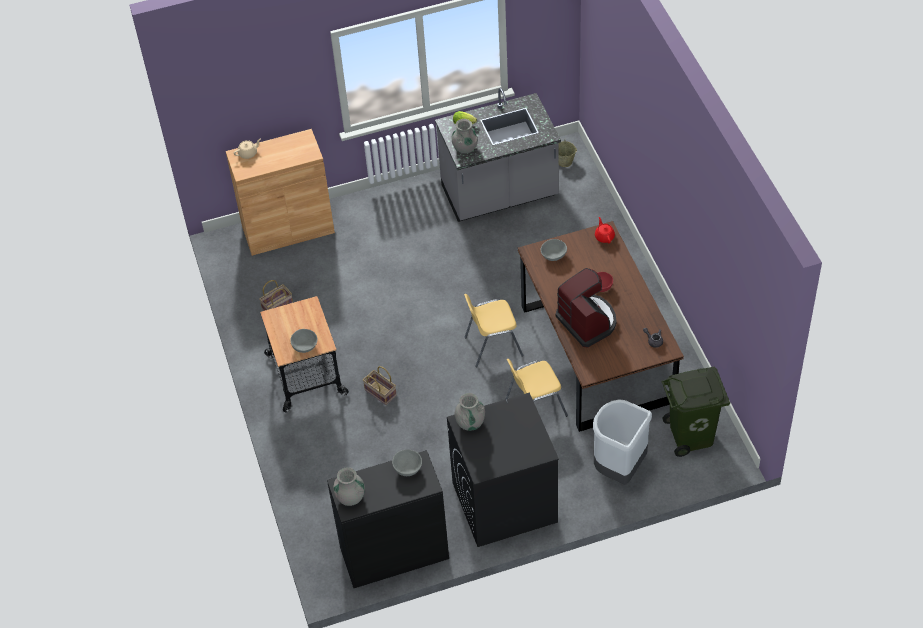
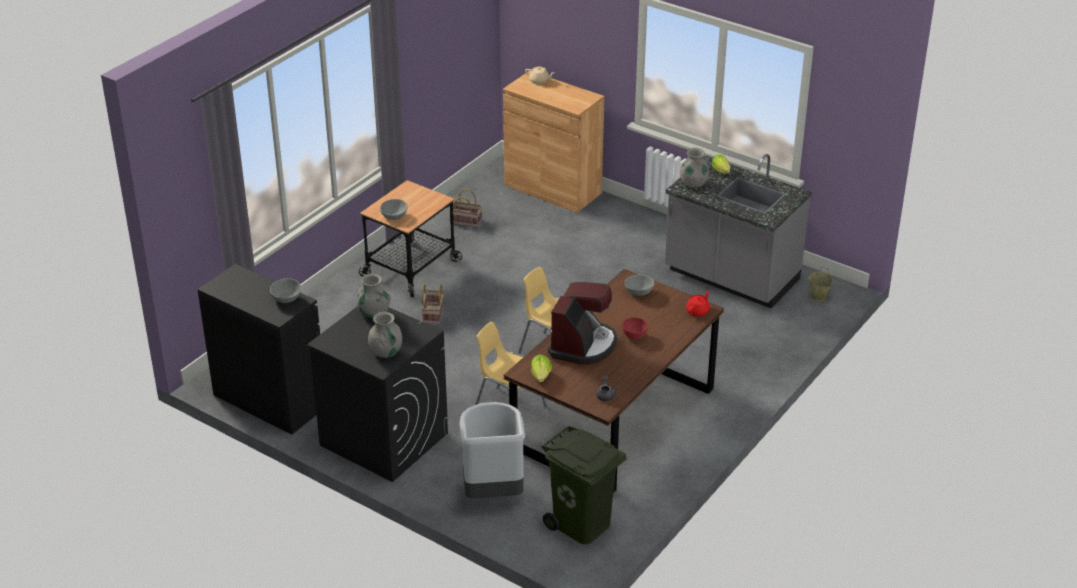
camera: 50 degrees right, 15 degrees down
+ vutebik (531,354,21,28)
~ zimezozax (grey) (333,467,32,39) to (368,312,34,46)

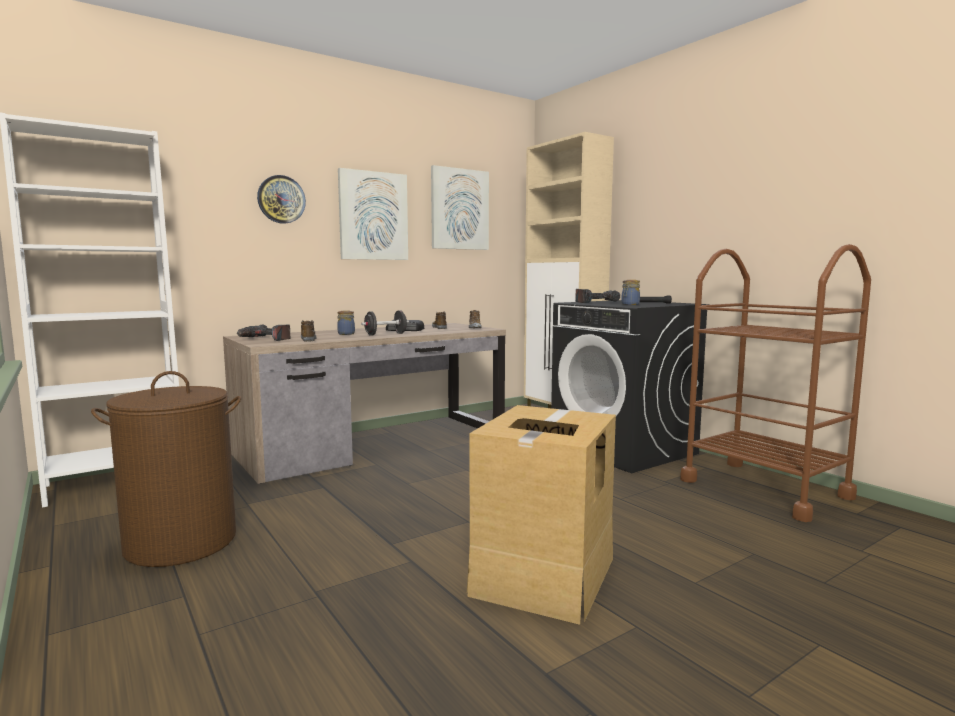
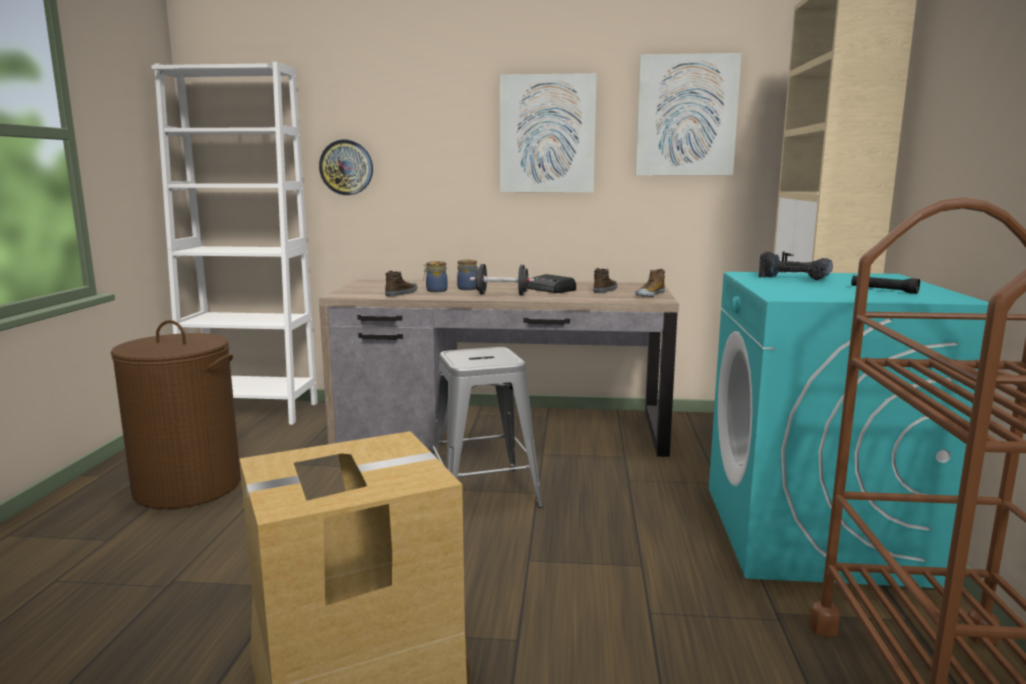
camera: 40 degrees right, 5 degrees up
- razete (237,325,53,16)
+ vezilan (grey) (431,347,112,161)
~ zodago (257,175,49,49) to (319,140,54,55)
~ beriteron (621,280,19,25) to (423,261,25,31)
~ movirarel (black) (551,300,159,173) to movirarel (turquoise) (709,272,280,316)

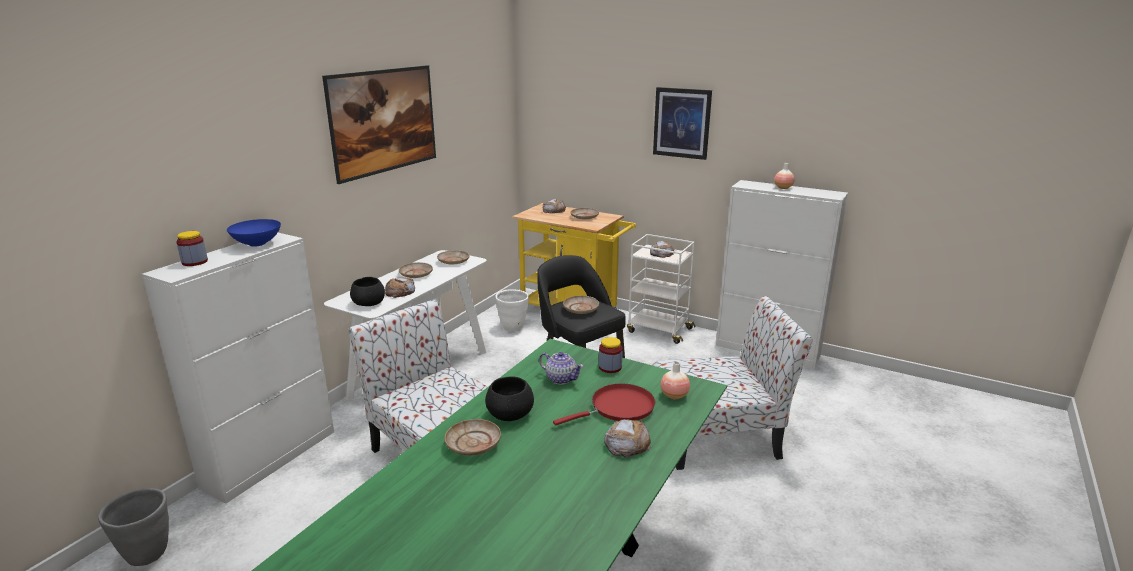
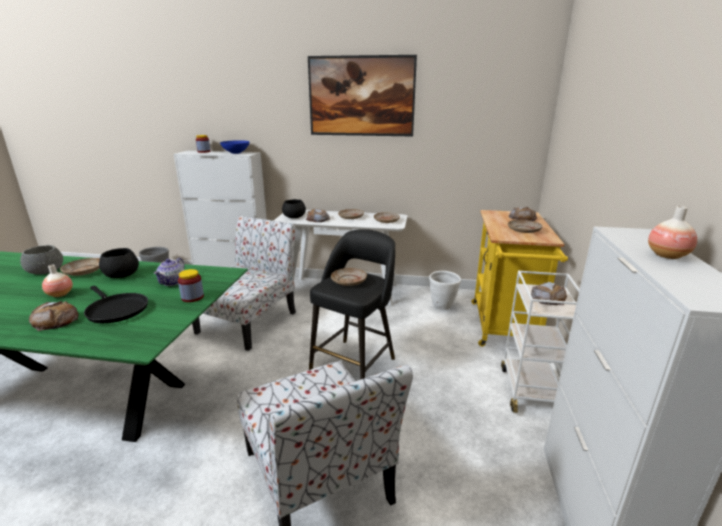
camera: 70 degrees right, 0 degrees up
- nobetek (653,87,59,73)
+ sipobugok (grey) (20,245,43,29)
~ zimezozax (660,361,30,38) to (42,265,31,32)
~ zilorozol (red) (553,384,102,41) to zilorozol (black) (84,285,64,38)

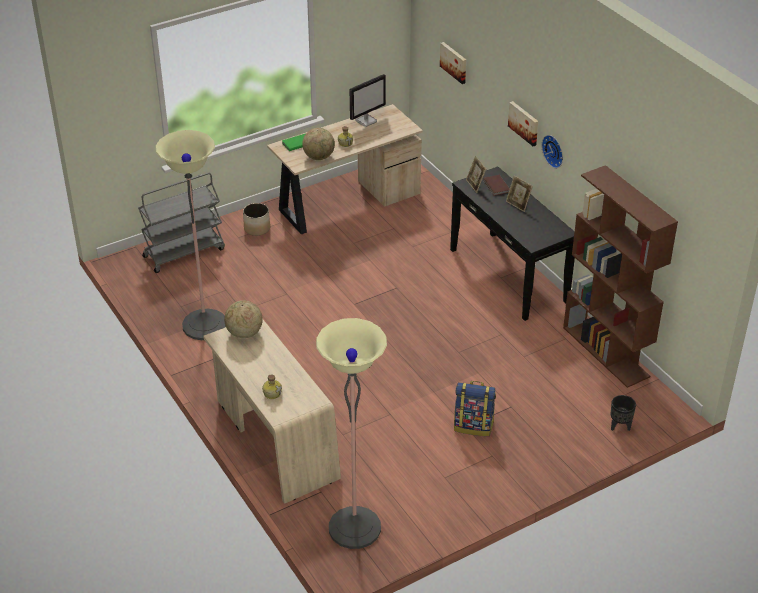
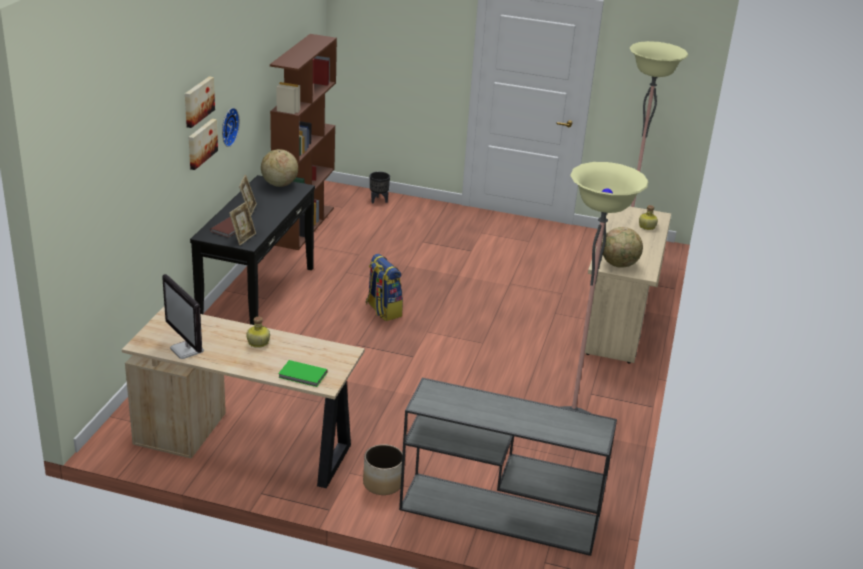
camera: 135 degrees left, 10 degrees down
~ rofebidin (302,128,33,32) to (261,149,37,38)
~ nobetek (440,42,26,42) to (185,76,30,52)
~ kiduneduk (454,381,42,55) to (366,254,37,67)
~ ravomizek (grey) (138,172,87,101) to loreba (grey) (399,378,218,178)
~ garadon (350,74,36,53) = (162,274,42,85) 135 degrees counterclockwise

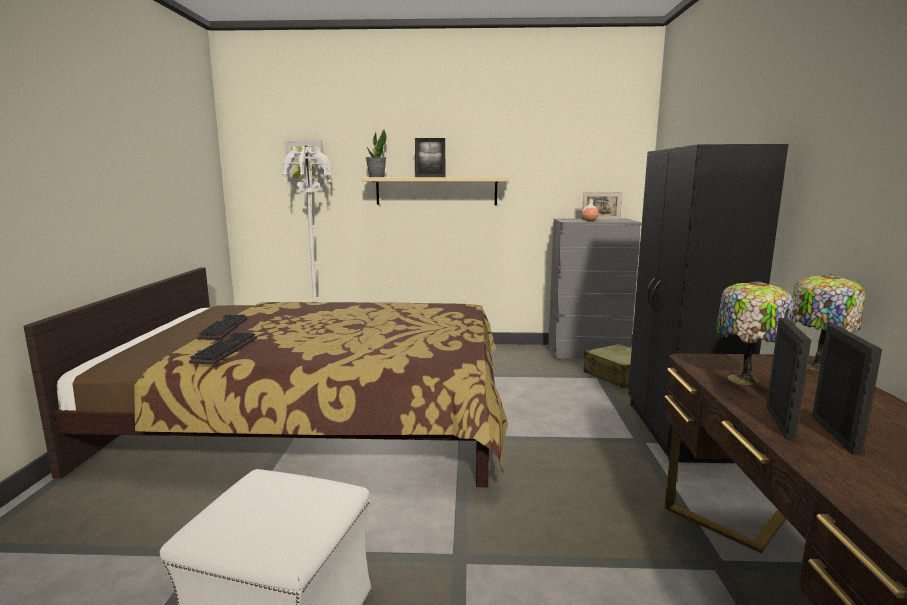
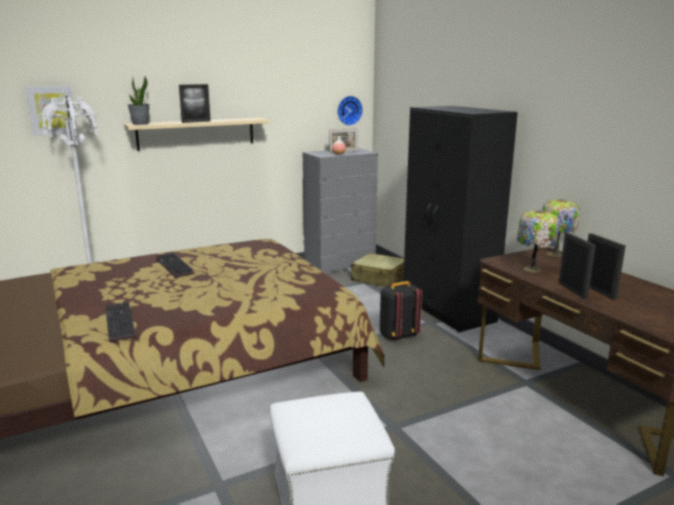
camera: 30 degrees left, 5 degrees up
+ zodago (337,96,26,30)
+ kiduneduk (black) (380,281,42,60)
~ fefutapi (197,315,50,25) to (156,253,38,25)

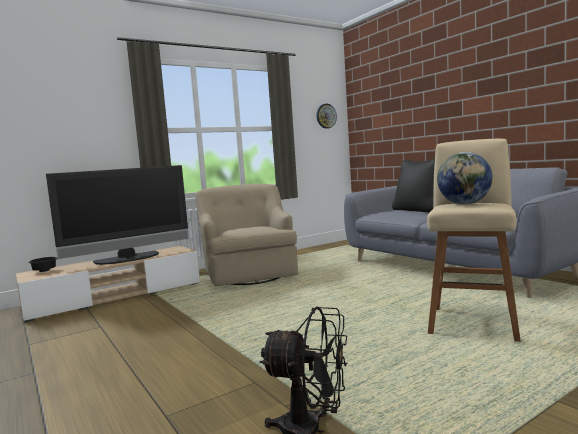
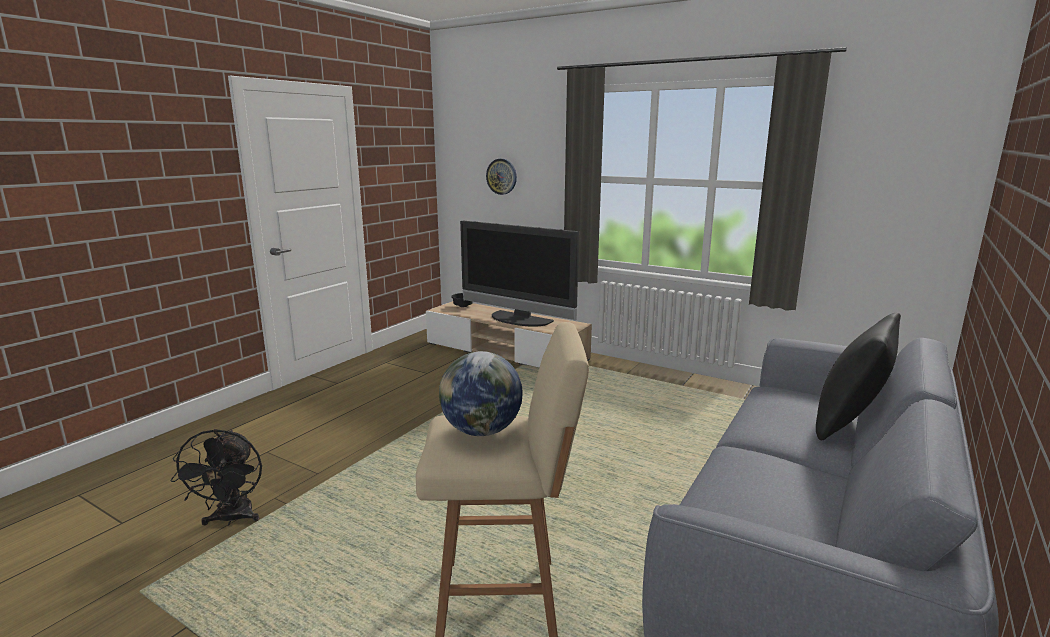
camera: 65 degrees right, 10 degrees up
- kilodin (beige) (195,184,103,102)
~ zodago (317,104,20,25) to (486,159,31,36)

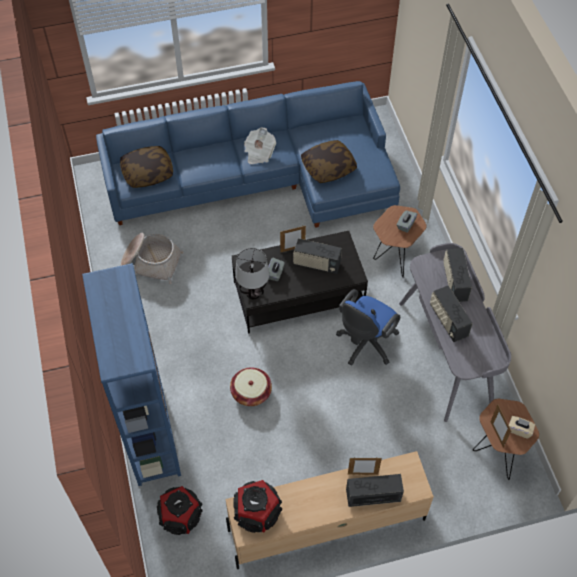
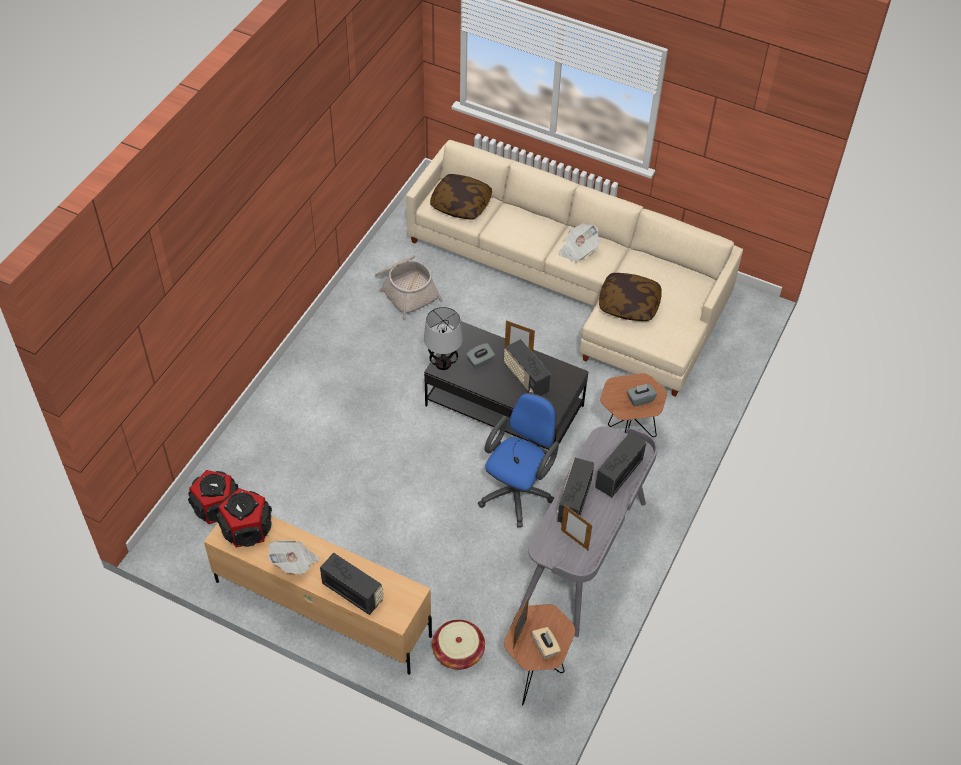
camera: 40 degrees right, 5 degrees down
- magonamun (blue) (82,263,99,223)
+ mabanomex (267,540,52,35)
~ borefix (230,367,42,39) to (432,620,53,50)
~ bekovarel (348,457,34,18) to (561,505,31,45)
~ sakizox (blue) (96,81,304,147) to sakizox (beige) (406,140,337,257)
~ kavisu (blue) (336,289,64,77) = (478,393,81,135) 135 degrees clockwise

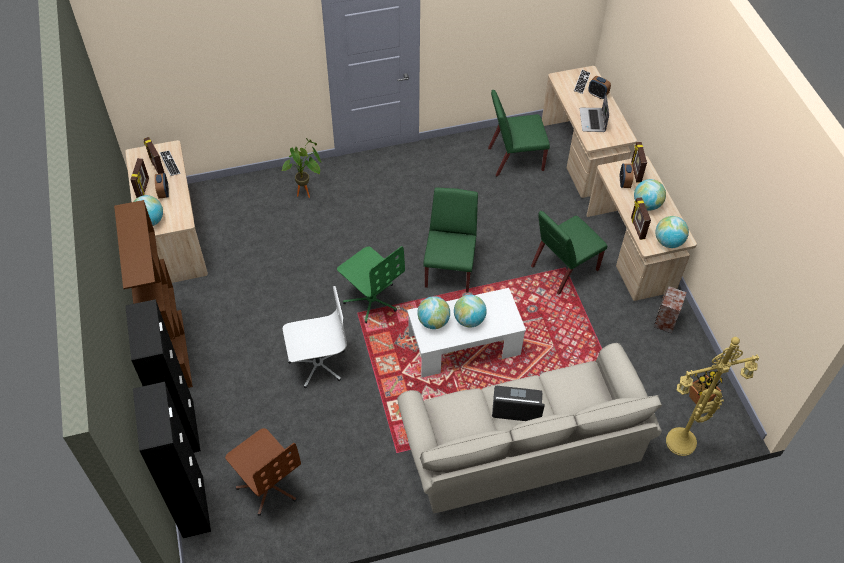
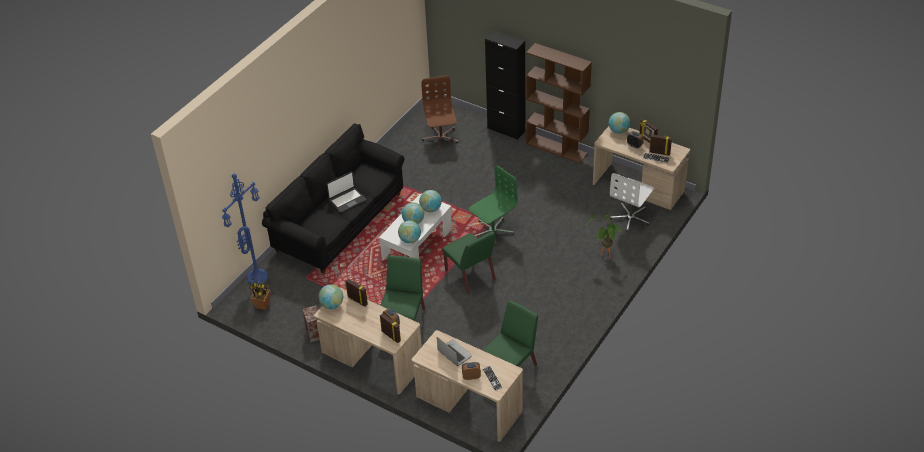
camera: 140 degrees right, 10 degrees down
- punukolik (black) (133,382,78,156)
~ kavisu (white) (283,286,64,102) to (610,173,44,59)
~ rofebidin (634,179,32,31) to (398,220,23,23)
~ sakizox (beige) (397,343,265,170) to sakizox (black) (262,124,142,149)
~ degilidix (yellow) (666,337,93,119) to degilidix (blue) (222,174,46,111)
~ kavisu (brown) (225,428,76,88) = (421,76,38,74) 75 degrees clockwise
~ kavisu (green) (337,246,68,77) = (469,165,49,80) 135 degrees clockwise

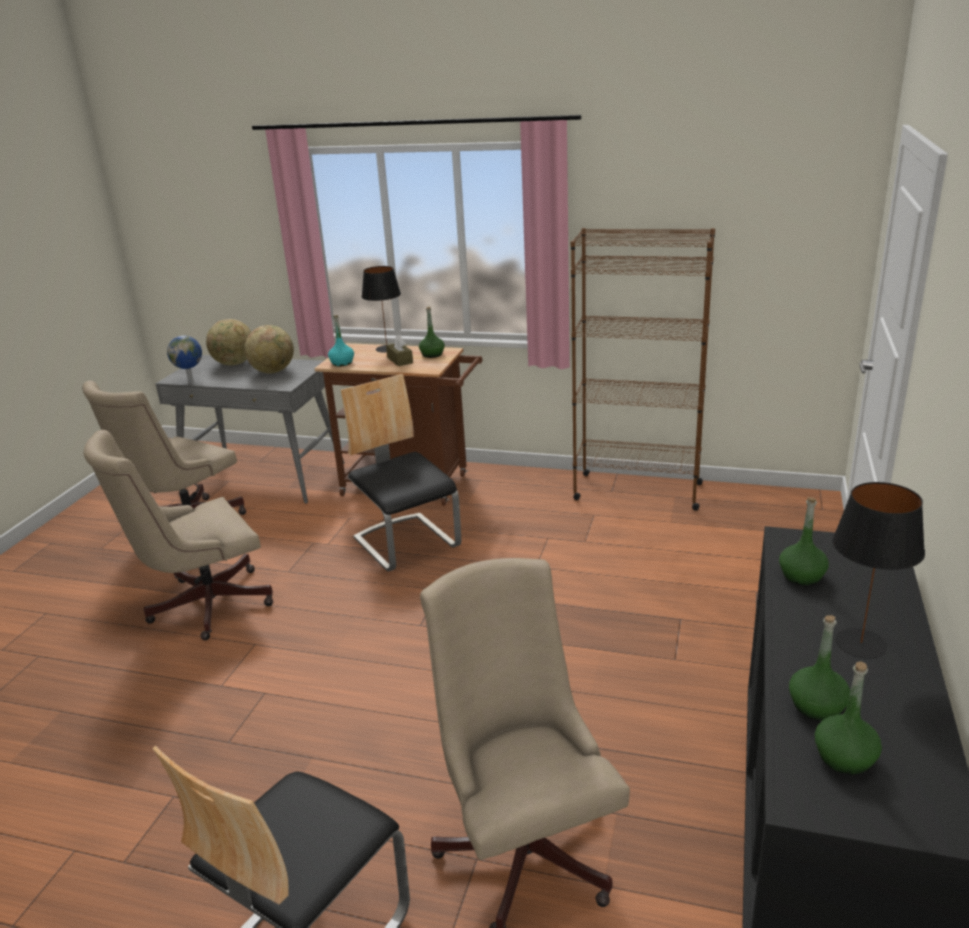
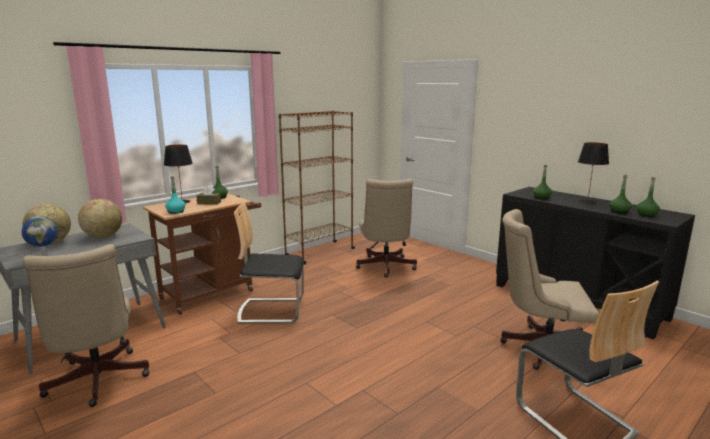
camera: 60 degrees left, 10 degrees down
~ kavisu (beige) (84,430,189,210) to (356,179,61,99)

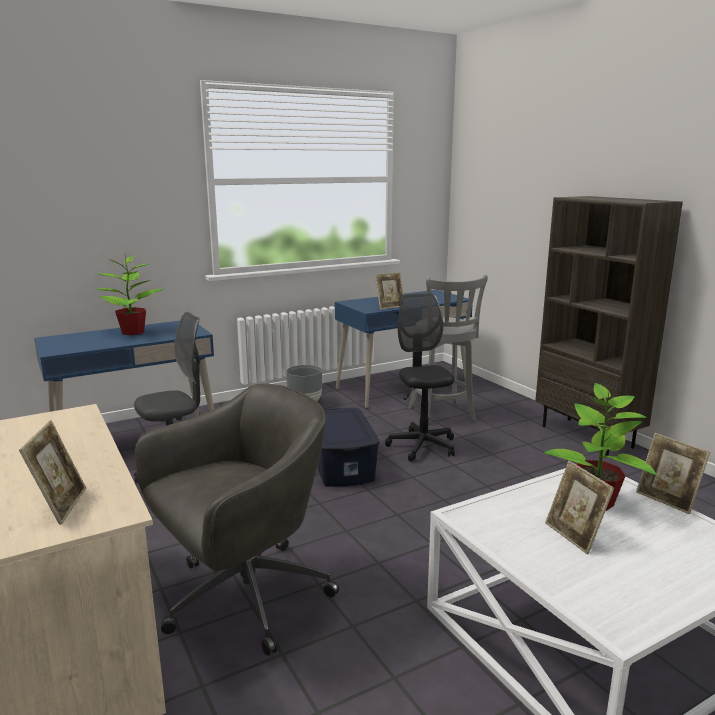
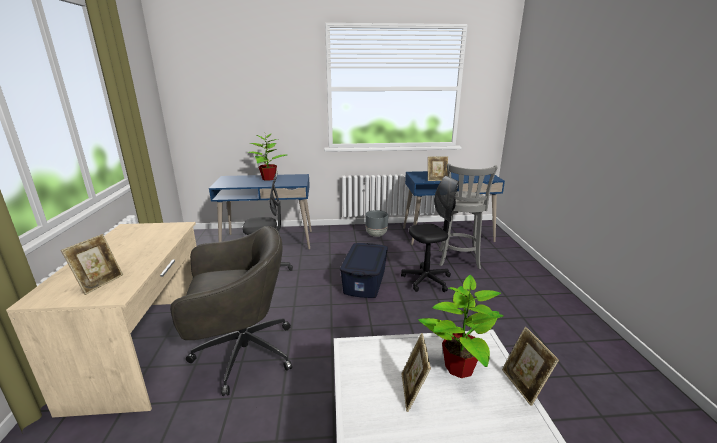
camera: 25 degrees right, 5 degrees up
- magonamun (brown) (535,196,148,260)
~ kavisu (black) (385,293,70,169) = (401,176,58,116) 60 degrees clockwise

